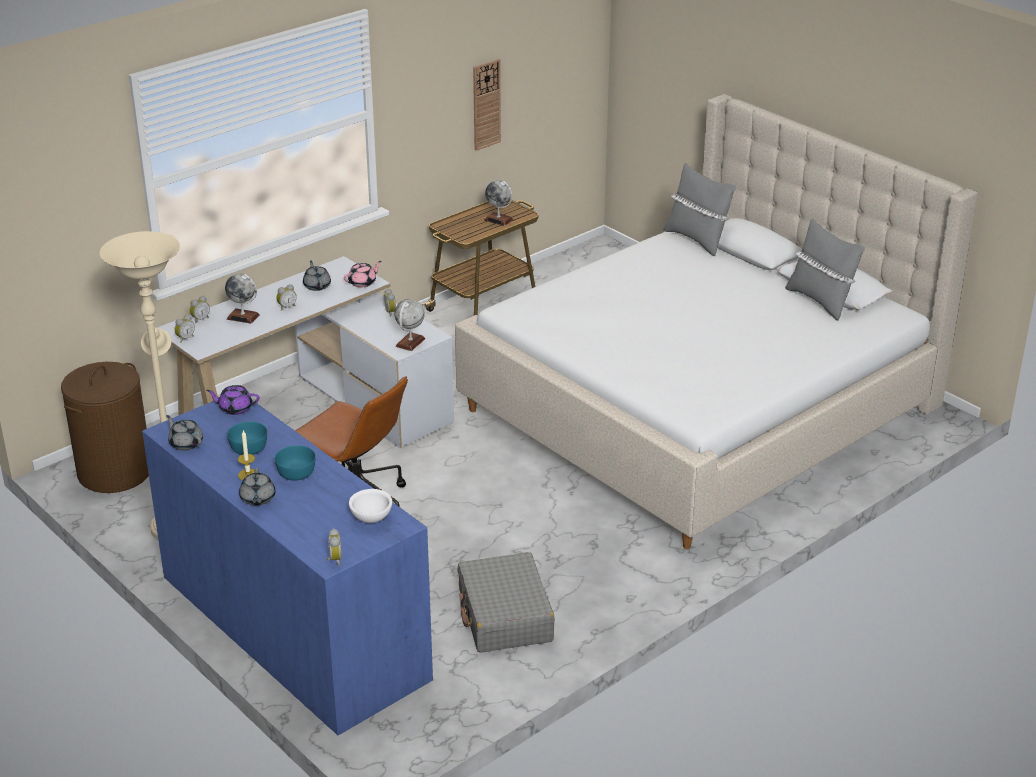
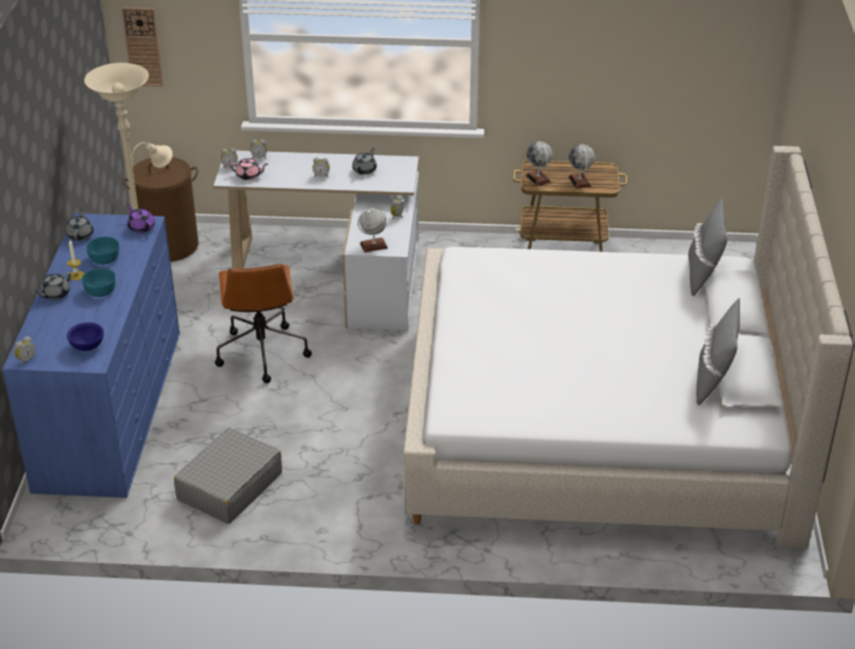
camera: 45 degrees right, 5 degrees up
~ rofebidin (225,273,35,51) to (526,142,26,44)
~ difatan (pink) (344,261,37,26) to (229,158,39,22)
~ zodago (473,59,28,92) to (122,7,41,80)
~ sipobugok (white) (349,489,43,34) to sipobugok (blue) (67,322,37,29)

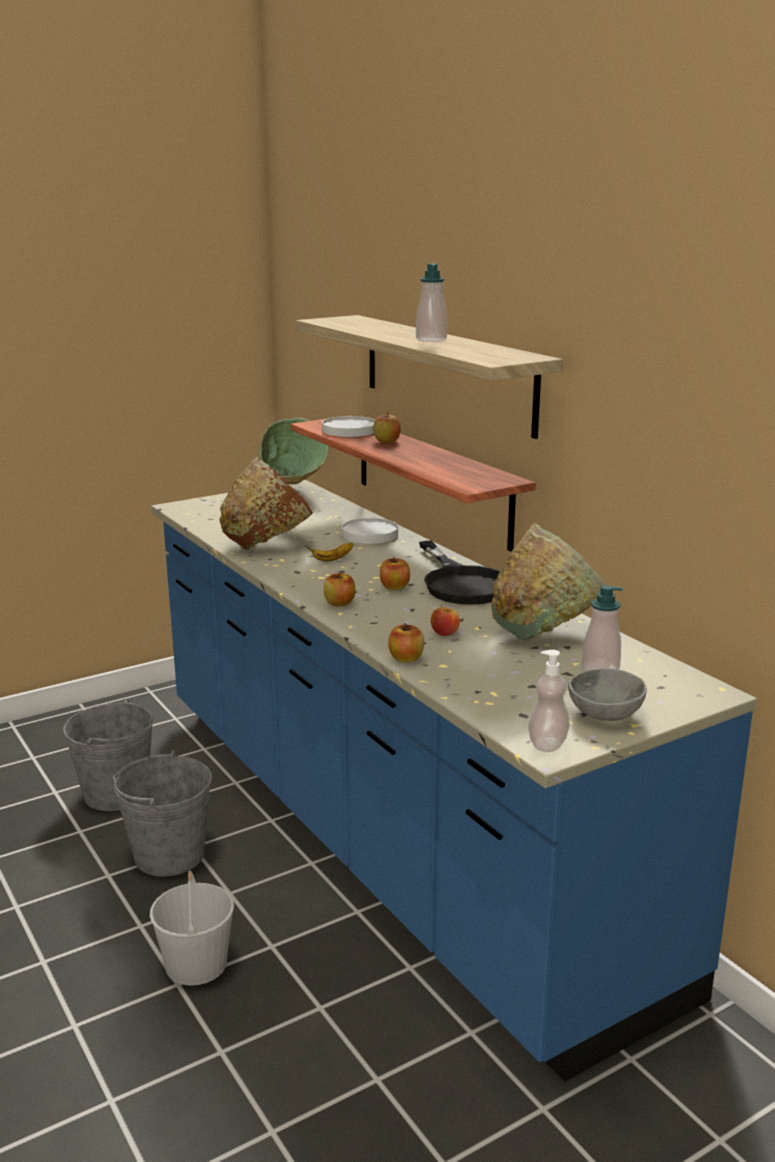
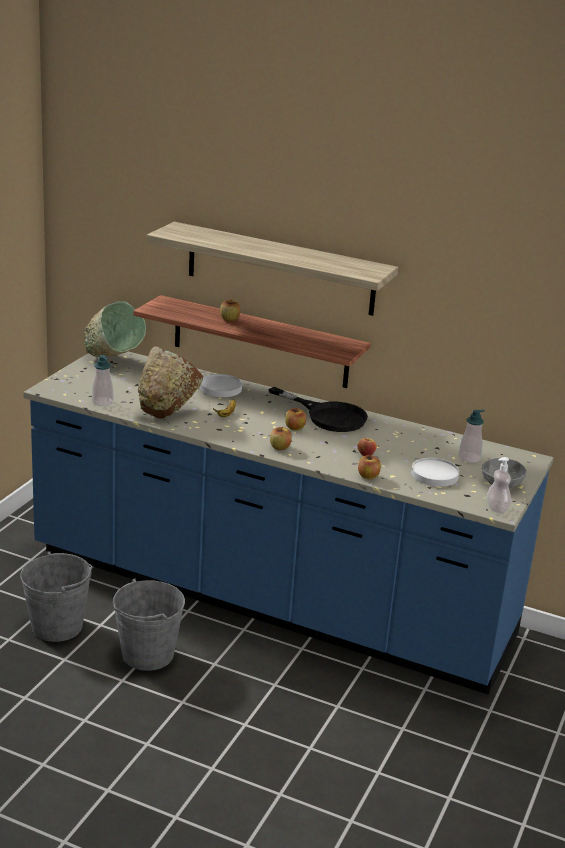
camera: 35 degrees left, 5 degrees up
- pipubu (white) (150,871,84,115)
- sipobugok (green) (491,523,113,117)
~ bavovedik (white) (322,416,53,21) to (411,458,48,29)
~ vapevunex (416,264,31,78) to (92,355,21,51)

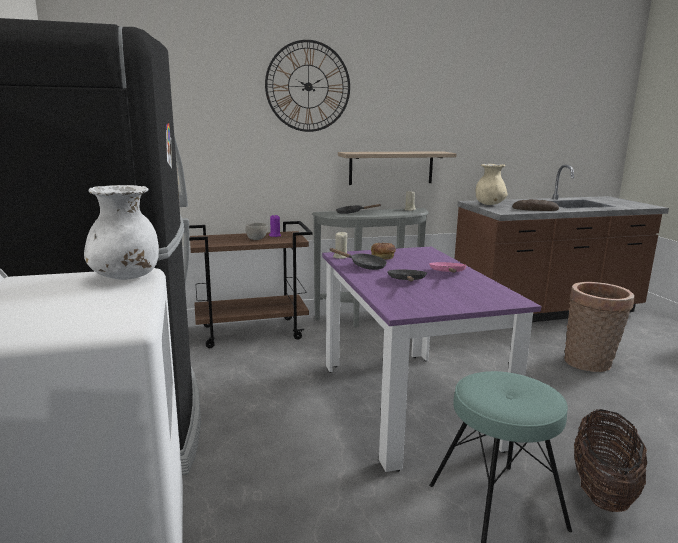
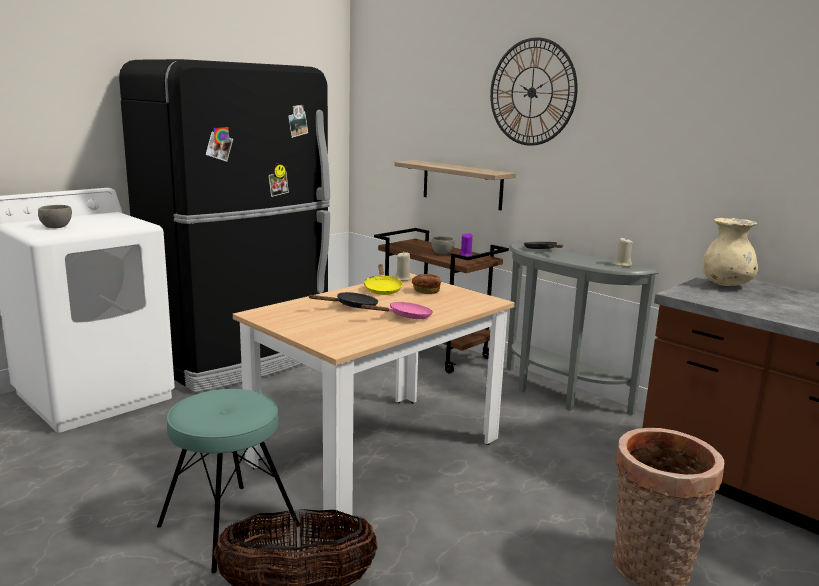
camera: 60 degrees right, 0 degrees up
- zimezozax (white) (84,185,75,95)
- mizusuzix (512,199,47,12)
+ sipobugok (grey) (38,205,34,23)
~ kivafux (338,151,119,34) to (394,160,122,50)
~ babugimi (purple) (322,247,220,225) to babugimi (beige) (233,273,281,246)
~ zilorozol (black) (329,248,58,22) to zilorozol (yellow) (363,264,40,31)

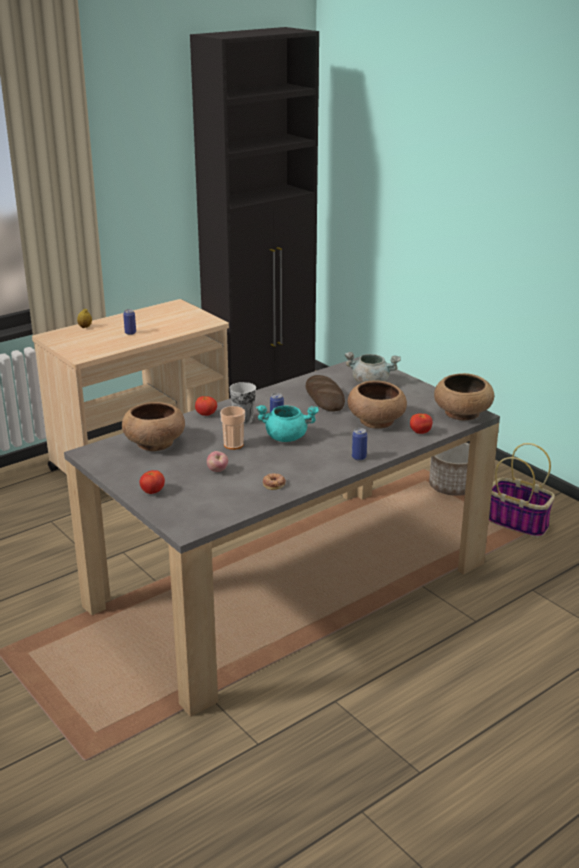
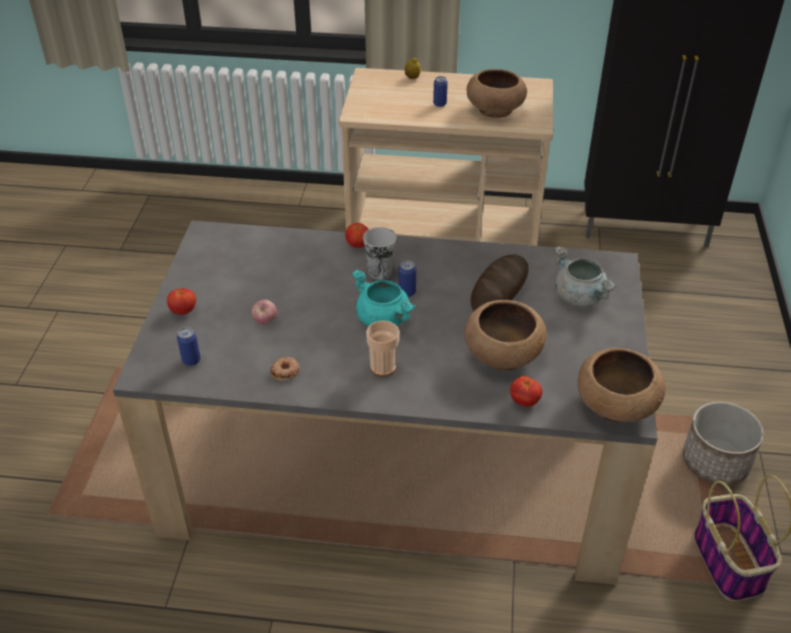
camera: 45 degrees right, 15 degrees up
~ sipobugok (brown) (122,402,63,49) to (467,69,60,49)
~ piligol (220,406,25,44) to (366,321,33,55)
~ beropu (352,428,15,33) to (177,327,24,39)

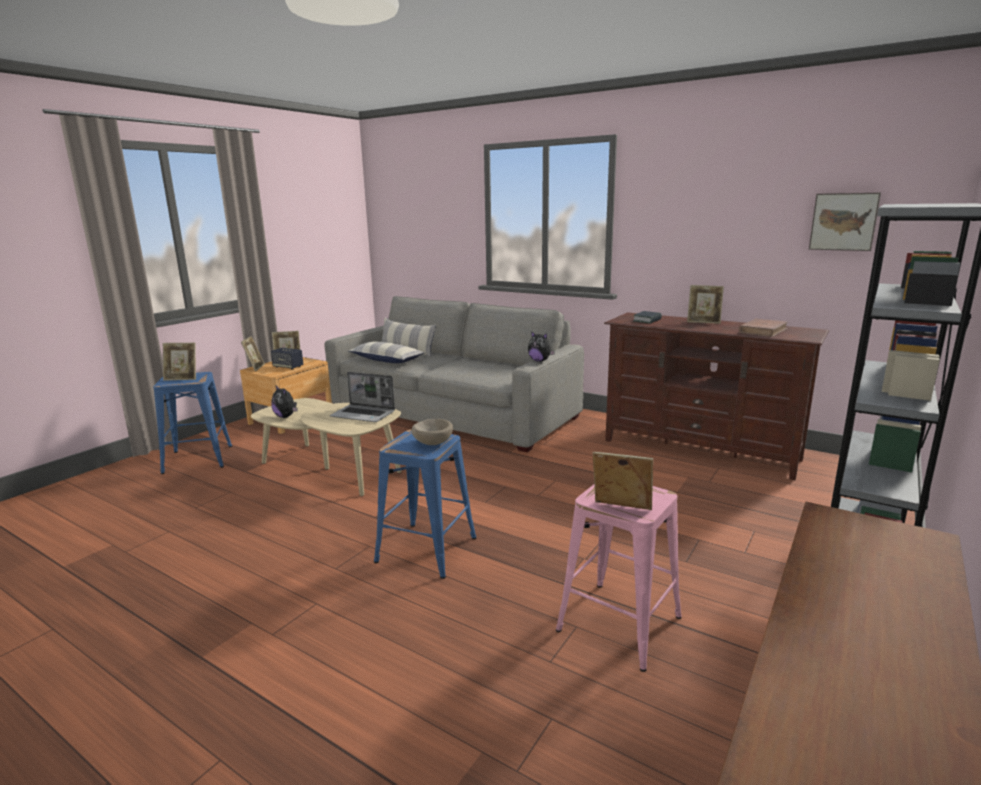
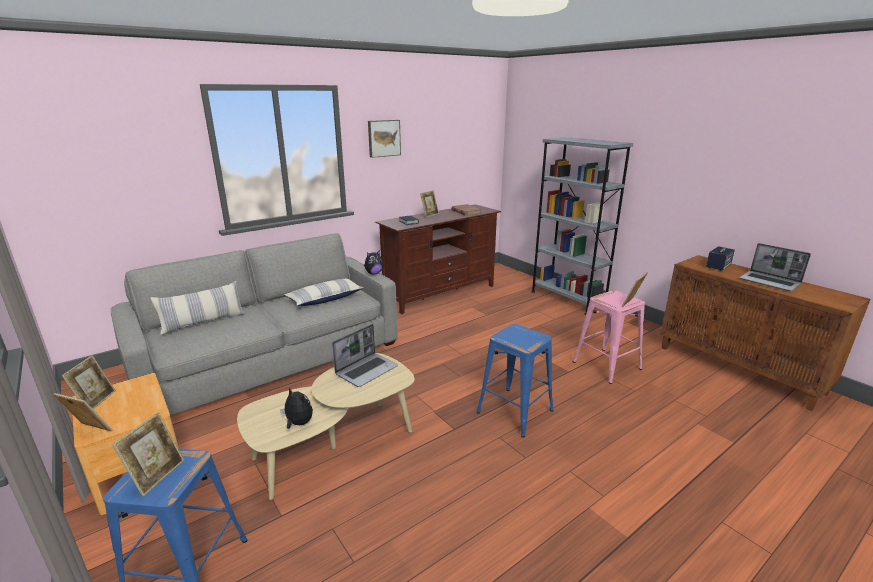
camera: 70 degrees left, 5 degrees up
- sipobugok (beige) (411,419,42,26)
+ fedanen (739,243,72,48)
~ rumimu (271,348,33,21) to (706,246,29,25)
~ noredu (349,341,76,22) to (284,279,80,27)
~ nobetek (809,193,72,58) to (368,120,33,38)
~ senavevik (271,386,27,32) = (280,387,33,42) 120 degrees counterclockwise

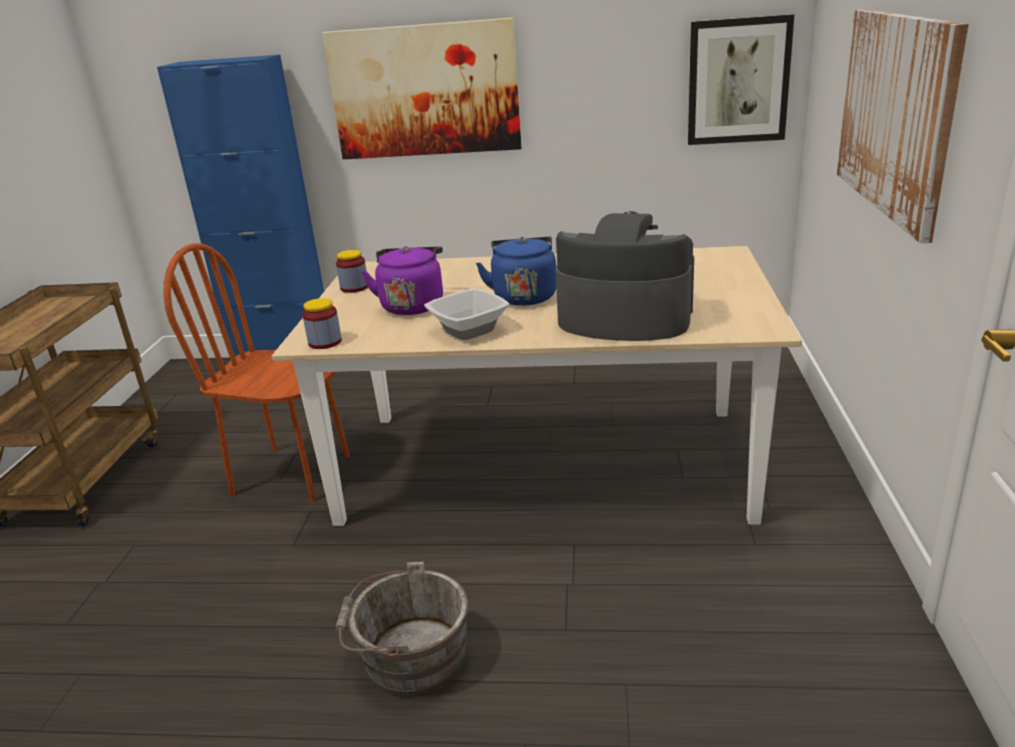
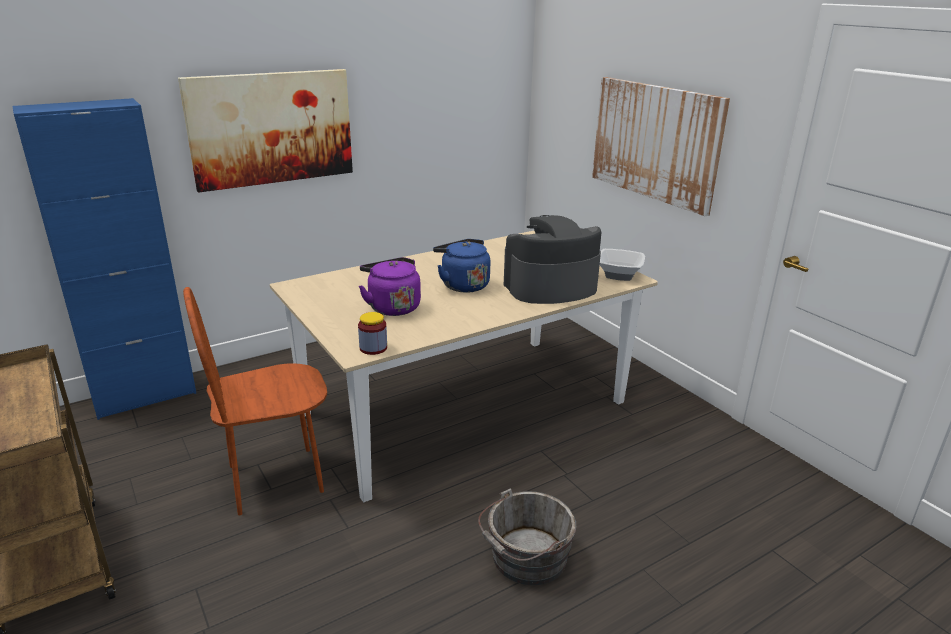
camera: 40 degrees left, 0 degrees up
- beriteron (336,250,32,43)
- nobetek (688,14,106,131)
~ sipobugok (424,288,86,52) to (600,249,45,32)

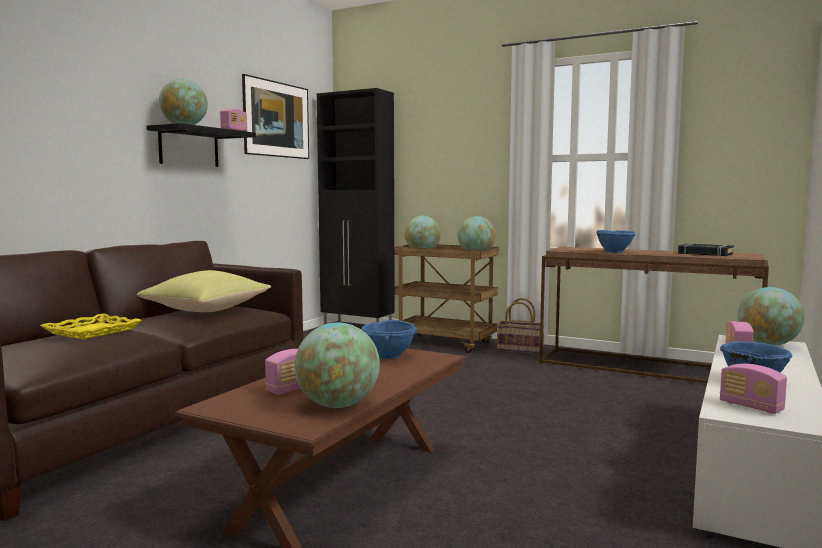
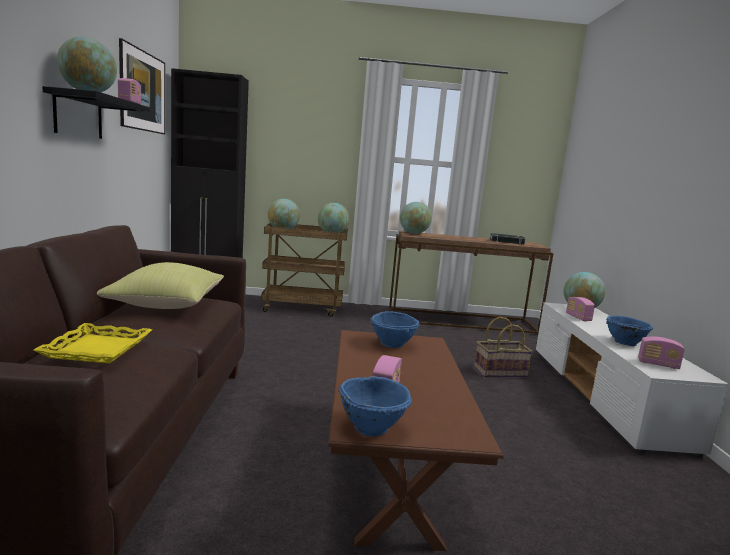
camera: 30 degrees left, 5 degrees up
~ rofebidin (295,322,85,86) to (400,202,32,32)
~ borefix (497,298,48,56) to (474,317,59,60)
~ sipobugok (blue) (596,230,39,23) to (338,376,74,61)

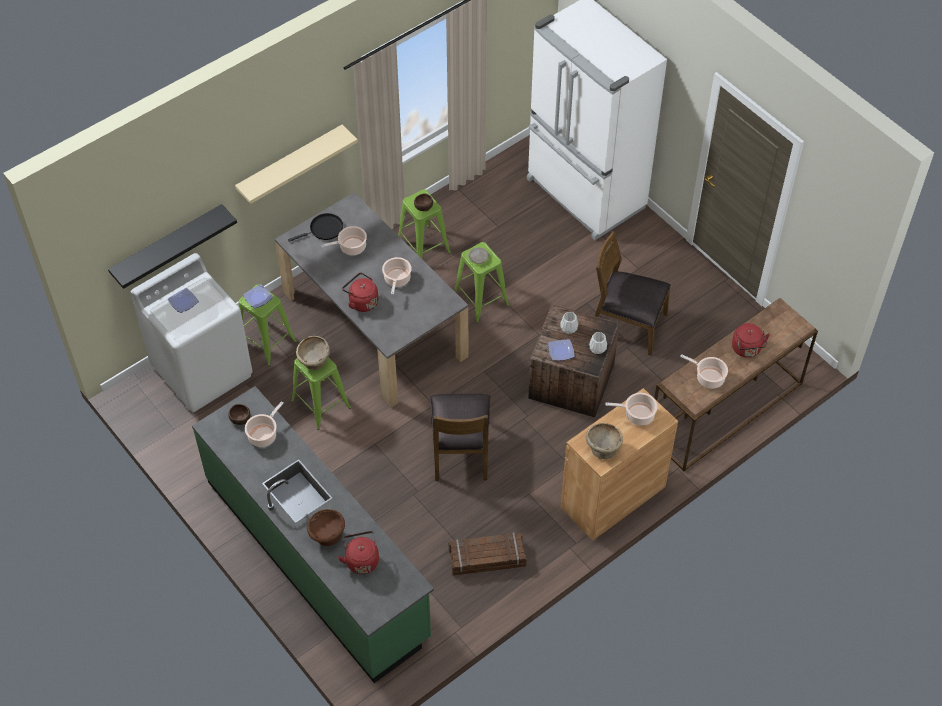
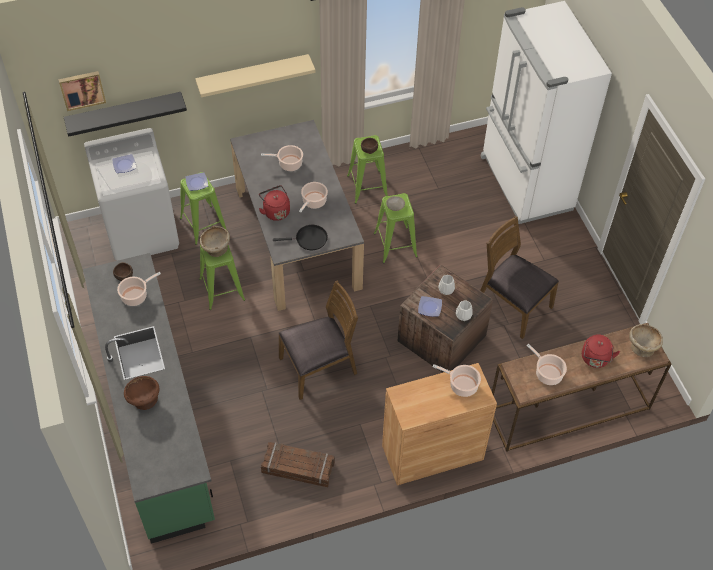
camera: 20 degrees right, 0 degrees up
- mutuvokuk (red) (338,531,41,43)
+ nobetek (58,71,48,40)
~ zilorozol (black) (288,213,55,29) to (273,225,55,25)
~ sipobugok (beige) (586,423,37,36) to (629,324,34,33)
~ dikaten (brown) (430,394,60,87) = (279,281,79,119) 135 degrees counterclockwise

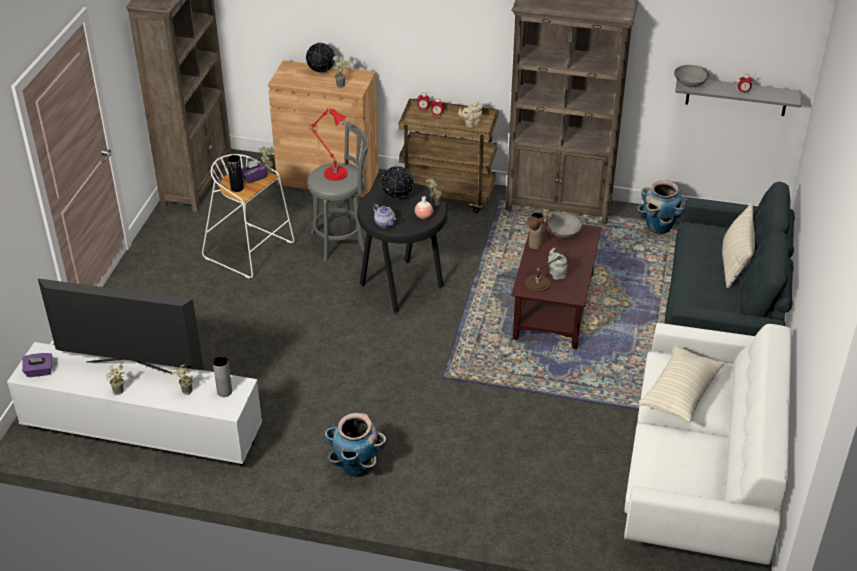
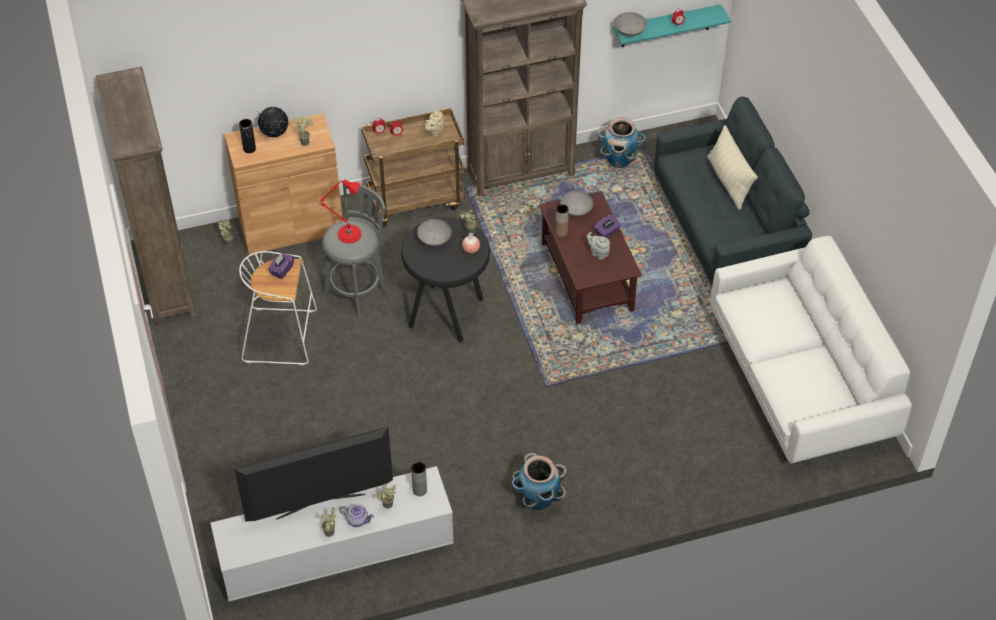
camera: 30 degrees left, 10 degrees up
- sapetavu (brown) (525,216,40,76)
- noredu (beige) (639,345,86,78)
~ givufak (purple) (22,353,30,24) to (594,214,27,24)
~ zimezozax (black) (227,155,17,37) to (239,119,17,34)
~ difatan (373,204,23,24) to (339,504,35,23)
~ rofebidin (381,166,32,33) to sipobugok (grey) (417,219,35,27)
~ kivafux (grey) (675,80,127,36) to kivafux (turquoise) (613,4,118,43)

